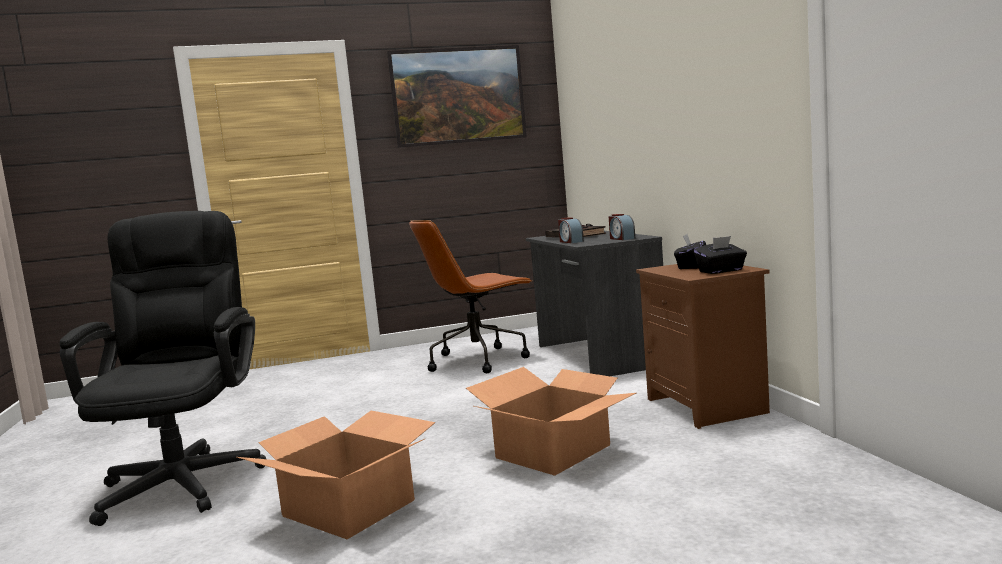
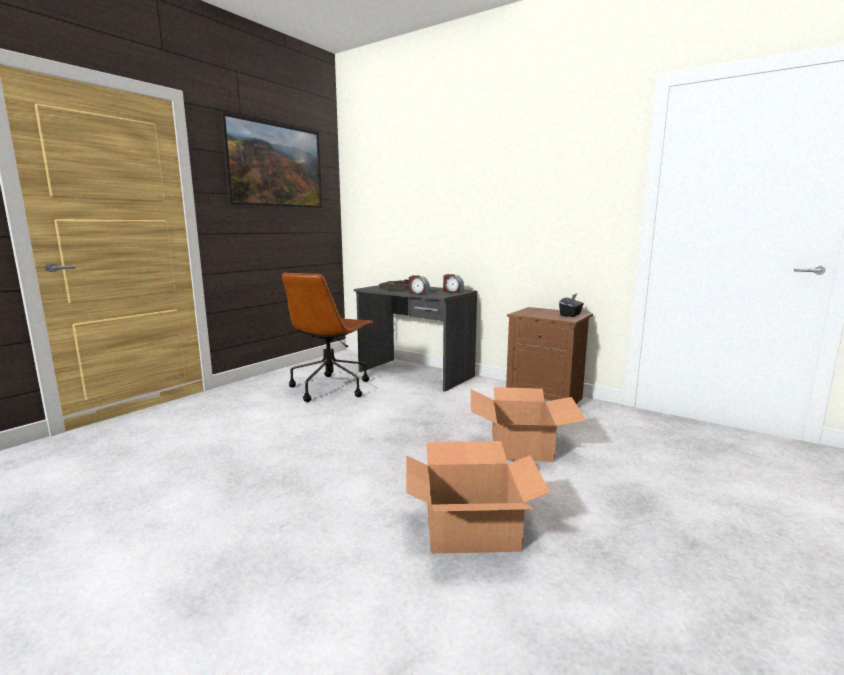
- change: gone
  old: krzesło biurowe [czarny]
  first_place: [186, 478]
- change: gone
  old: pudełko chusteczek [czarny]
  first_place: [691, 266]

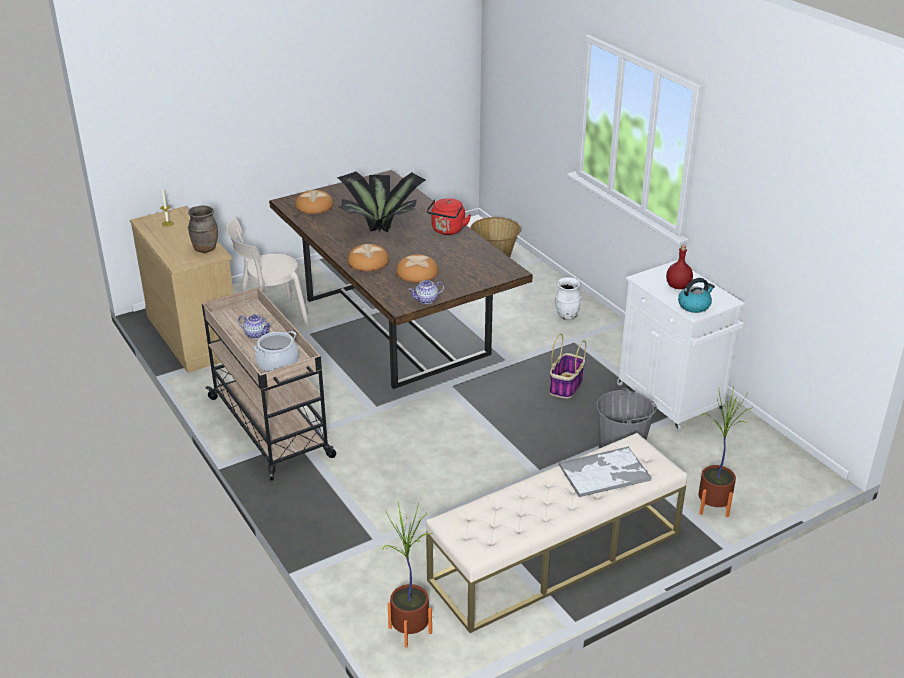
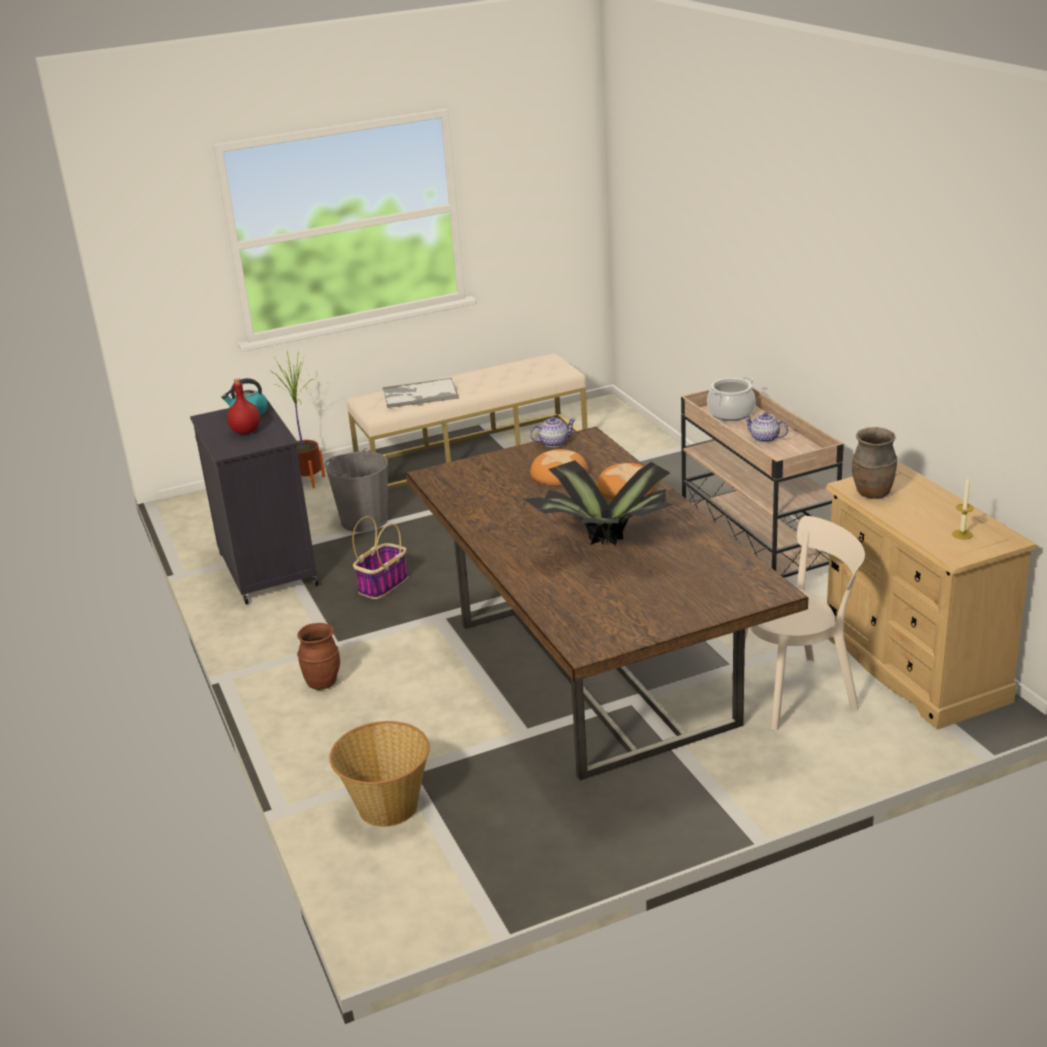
- change: gone
  old: chleb
  first_place: [314, 206]
- change: gone
  old: roślina doniczkowa
  first_place: [410, 630]
- change: gone
  old: czajnik [czerwony]
  first_place: [447, 231]
- change: repainted
  old: wazon [biały]
  new: wazon [brązowy]
  first_place: [567, 316]
  second_place: [322, 682]
- change: repainted
  old: szafka [biały]
  new: szafka [czarny]
  first_place: [671, 399]
  second_place: [266, 568]

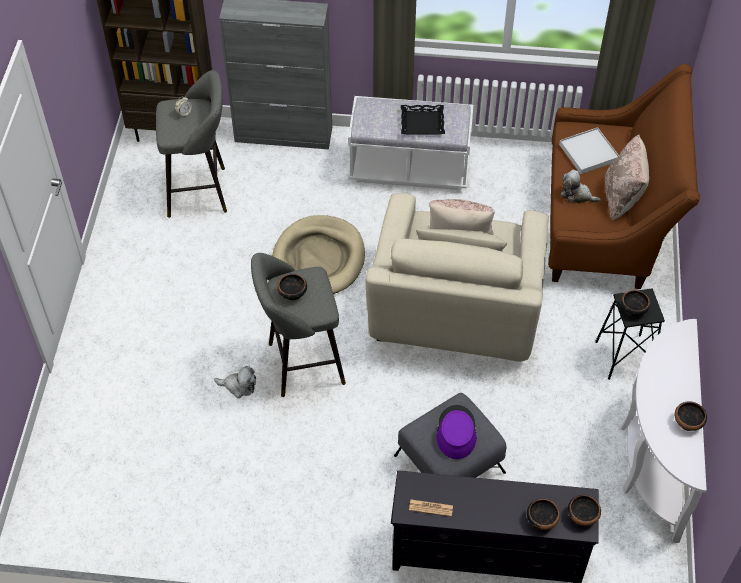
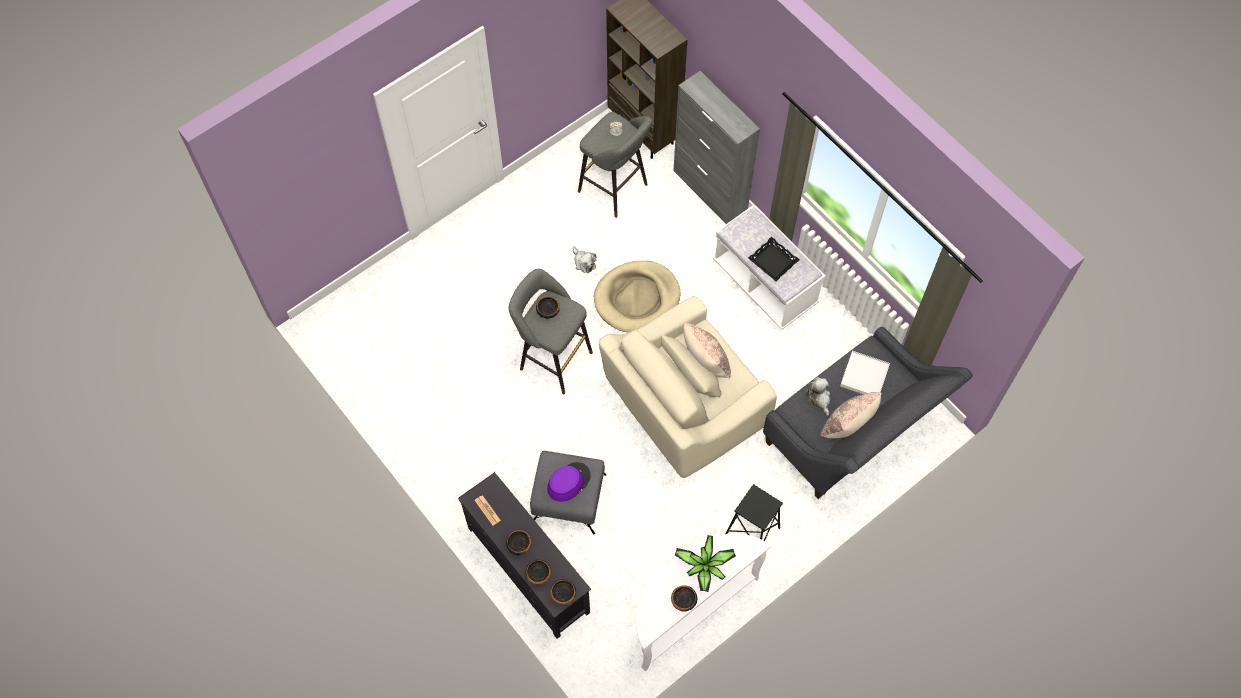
- change: shifted
  old: pluszak
  first_place: [239, 386]
  second_place: [584, 262]
- change: repainted
  old: kanapa [brązowy]
  new: kanapa [szary]
  first_place: [606, 221]
  second_place: [853, 434]
- change: shifted
  old: miska
  first_place: [633, 309]
  second_place: [519, 545]
- change: new
  new: roślina doniczkowa
  second_place: [705, 567]

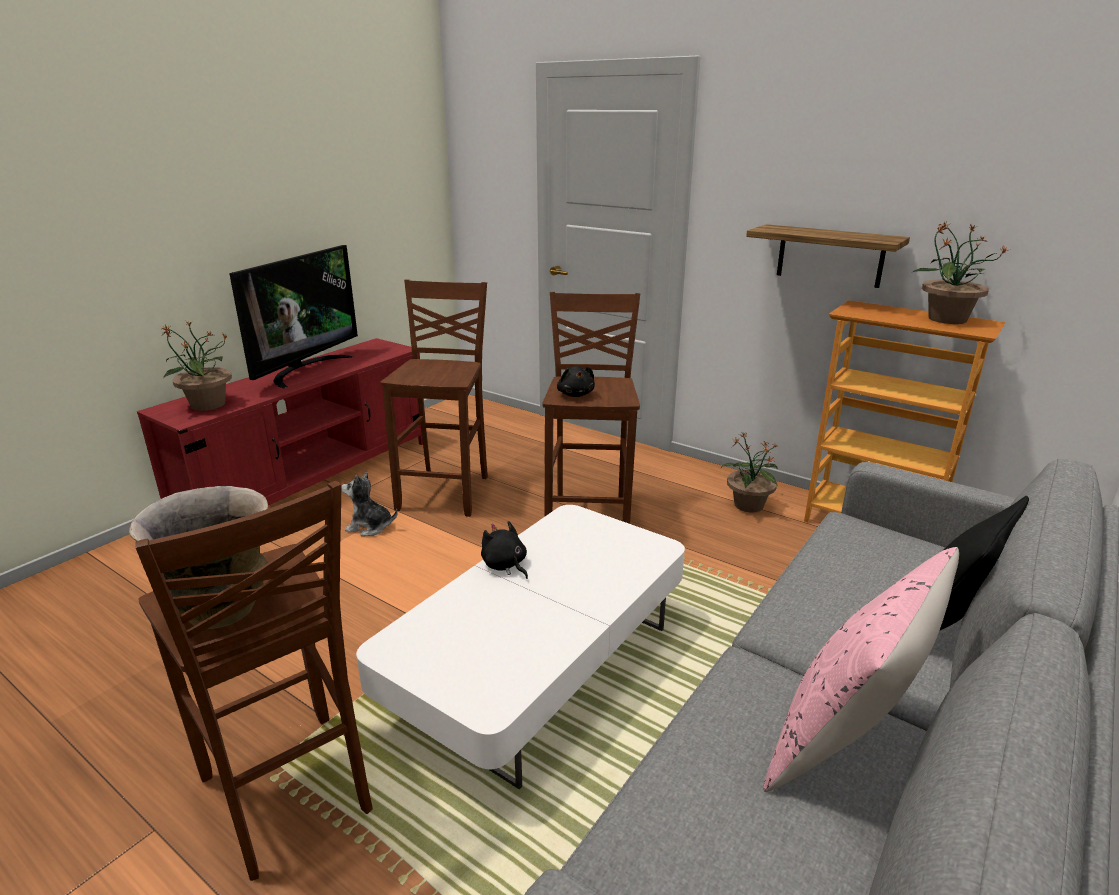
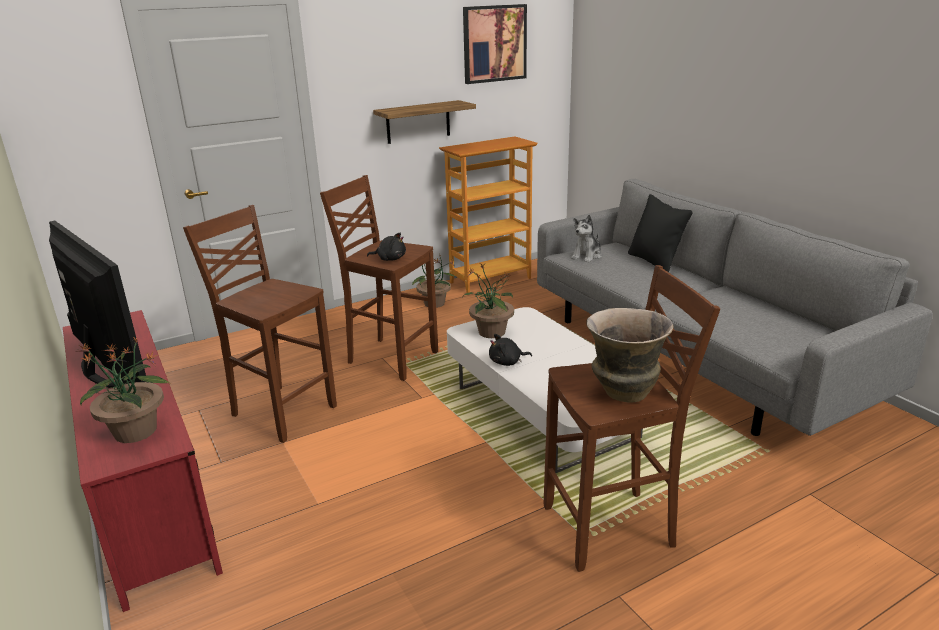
- change: shifted
  old: pluszak
  first_place: [370, 527]
  second_place: [587, 256]
- change: gone
  old: poduszka [różowy]
  first_place: [845, 740]
- change: shifted
  old: roślina doniczkowa
  first_place: [945, 319]
  second_place: [491, 332]
- change: new
  new: obraz
  second_place: [494, 43]

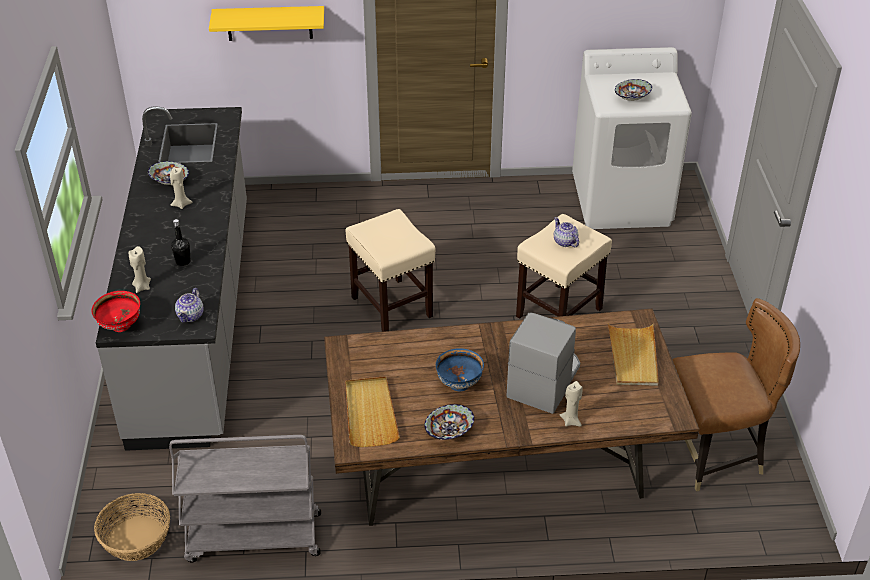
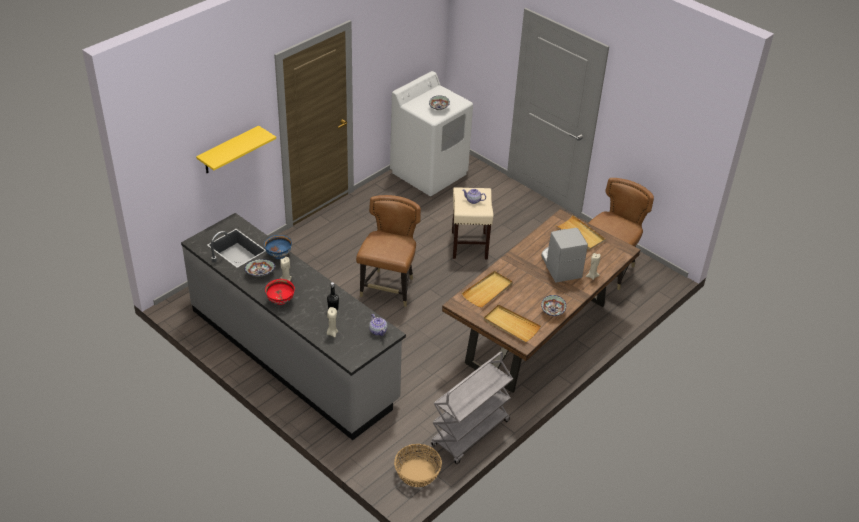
- change: shifted
  old: miska [czerwony]
  first_place: [120, 326]
  second_place: [281, 301]
- change: swapped
  old: stołek [beżowy]
  new: krzesło [brązowy]
  first_place: [392, 307]
  second_place: [389, 288]
- change: shifted
  old: miska [niebieski]
  first_place: [458, 384]
  second_place: [278, 255]
- change: new
  new: taca [beżowy]
  second_place: [488, 290]

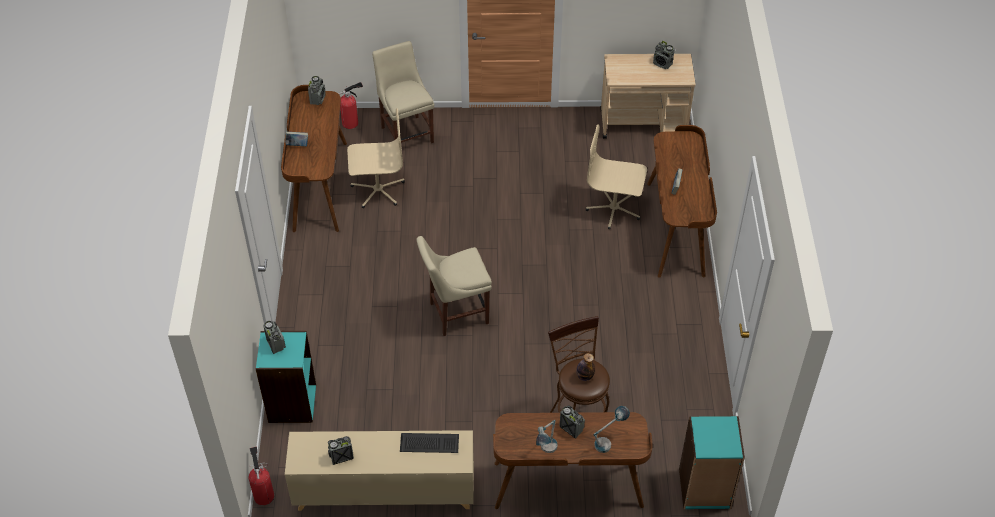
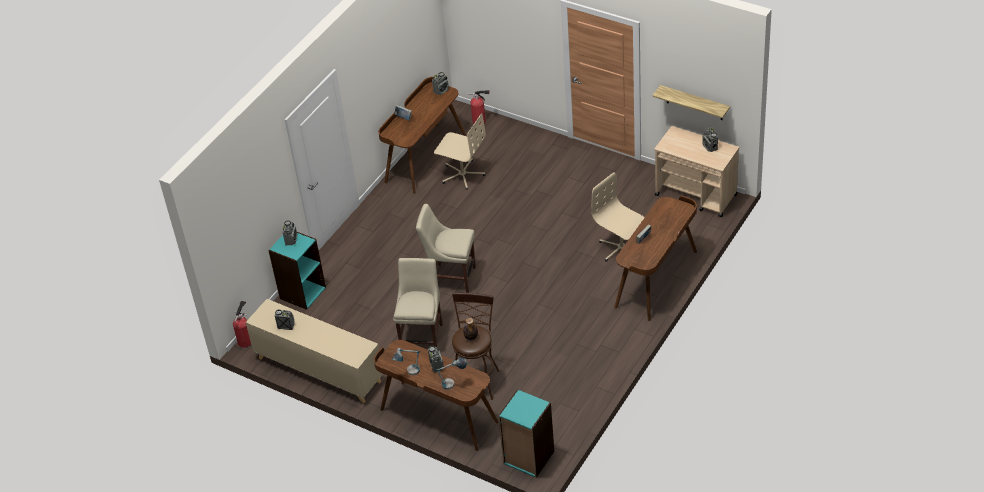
- change: shifted
  old: krzesło [beżowy]
  first_place: [406, 133]
  second_place: [422, 336]
- change: gone
  old: klawiatura
  first_place: [428, 444]
- change: new
  new: półka
  second_place: [694, 103]

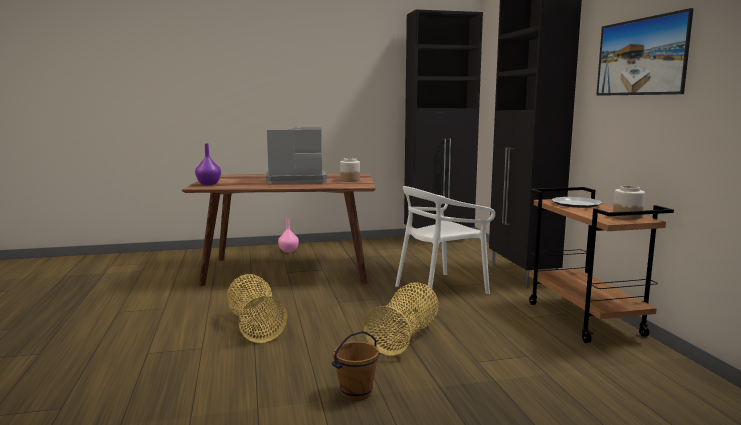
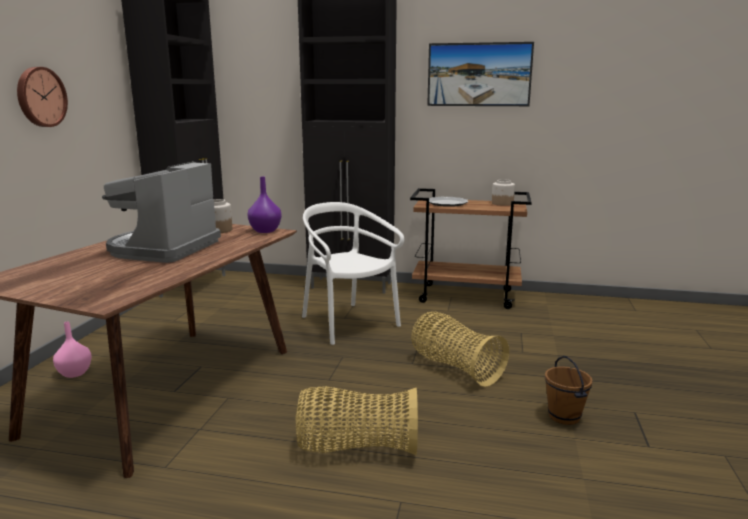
- change: shifted
  old: wazon [fioletowy]
  first_place: [209, 184]
  second_place: [266, 230]
- change: rotated
  old: krzesło [biały]
  first_place: [440, 289]
  second_place: [348, 323]
  degrees: 150
- change: new
  new: zegar ścienny
  second_place: [40, 97]

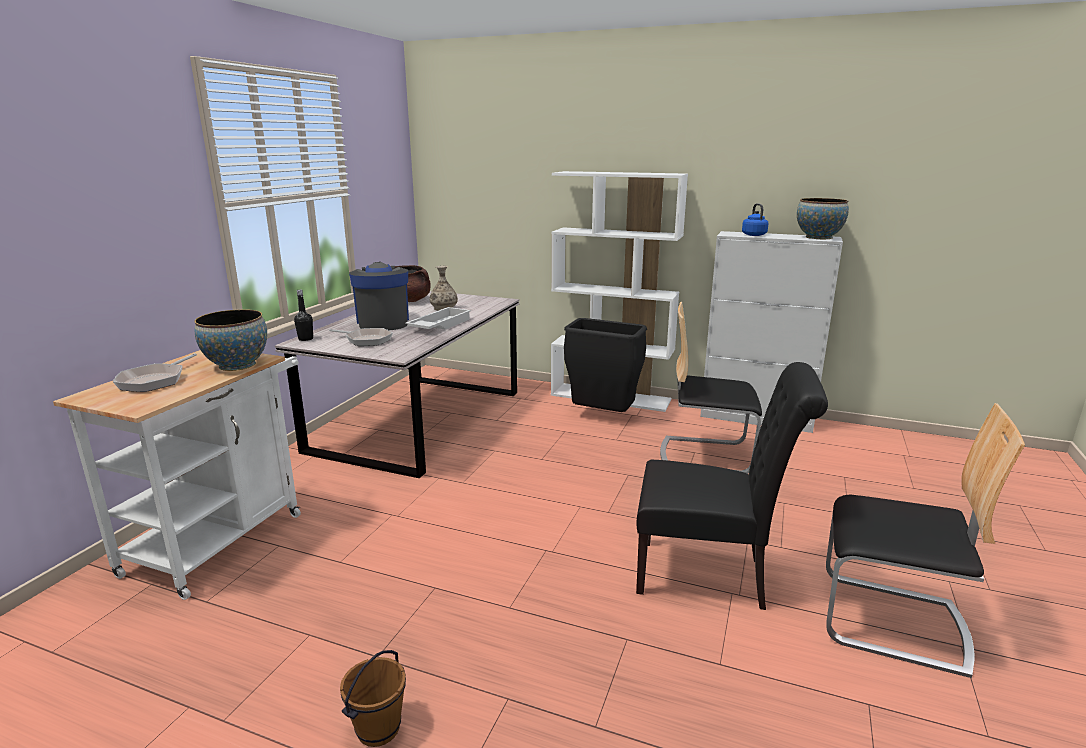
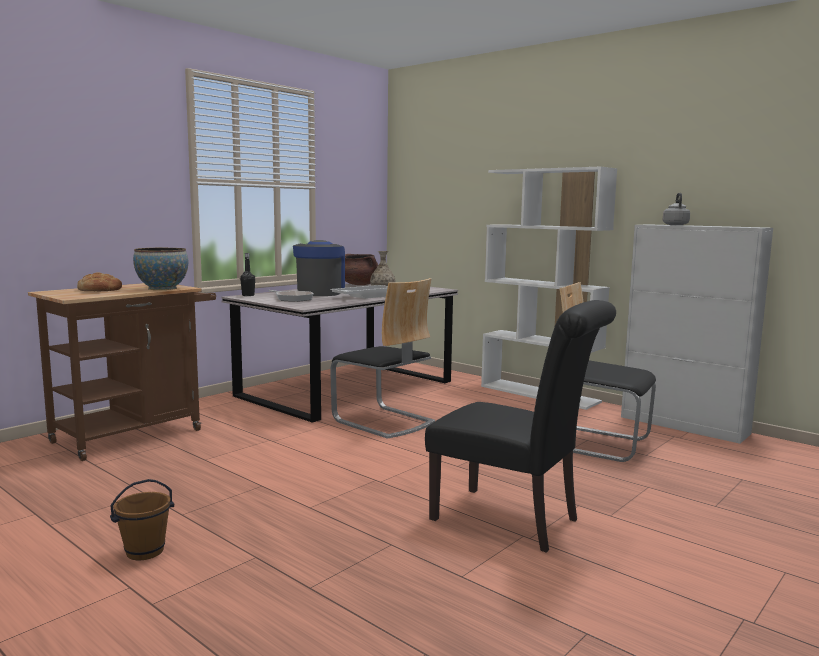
- change: repainted
  old: wózek [biały]
  new: wózek [brązowy]
  first_place: [222, 537]
  second_place: [135, 434]
- change: swapped
  old: patelnia
  new: chleb
  first_place: [155, 380]
  second_place: [100, 290]
- change: gone
  old: kosz na śmieci [czarny]
  first_place: [602, 417]
- change: repainted
  old: czajnik [niebieski]
  new: czajnik [szary]
  first_place: [753, 235]
  second_place: [675, 225]
- change: gone
  old: miska
  first_place: [818, 237]
- change: shifted
  old: krzesło
  first_place: [891, 622]
  second_place: [383, 421]

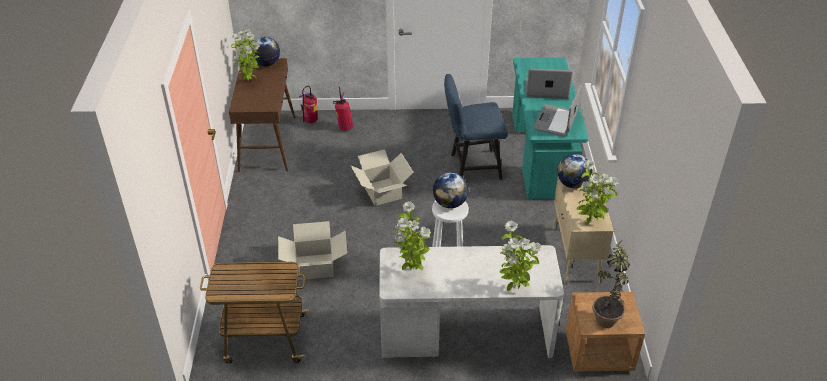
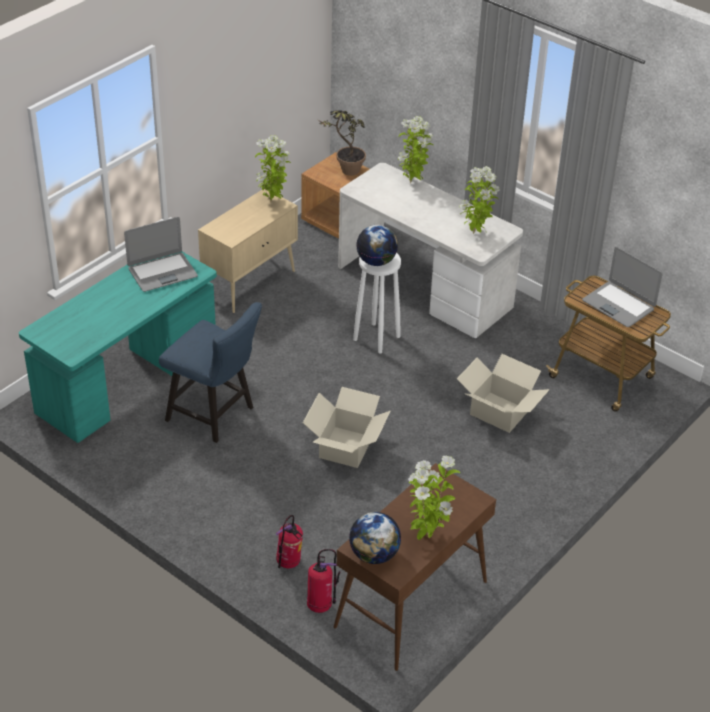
- change: shifted
  old: laptop
  first_place: [546, 90]
  second_place: [618, 305]
- change: gone
  old: globus
  first_place: [572, 184]

